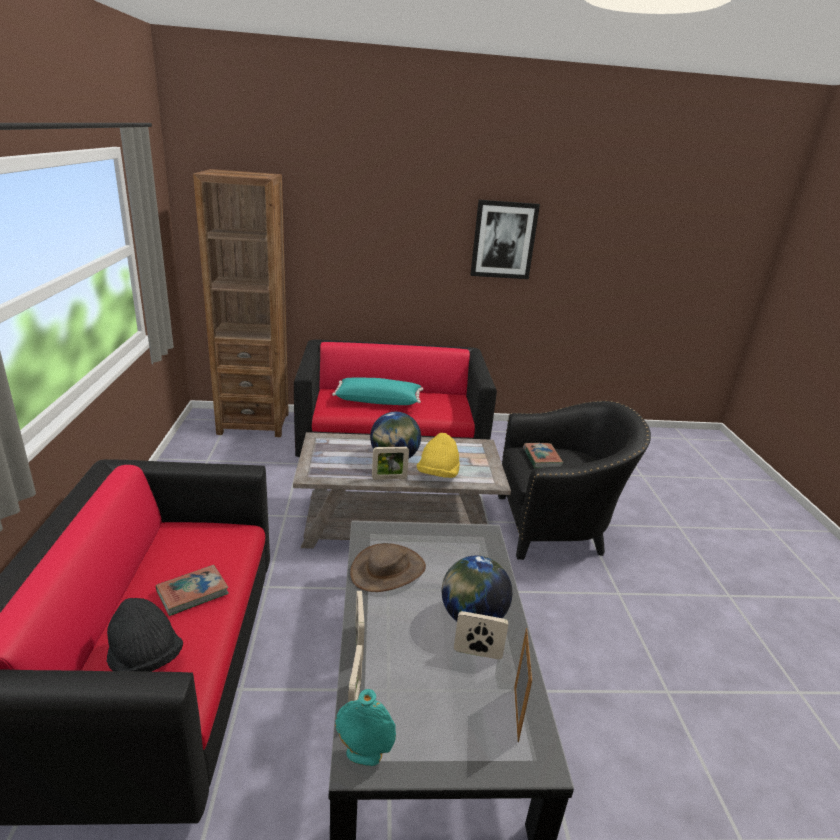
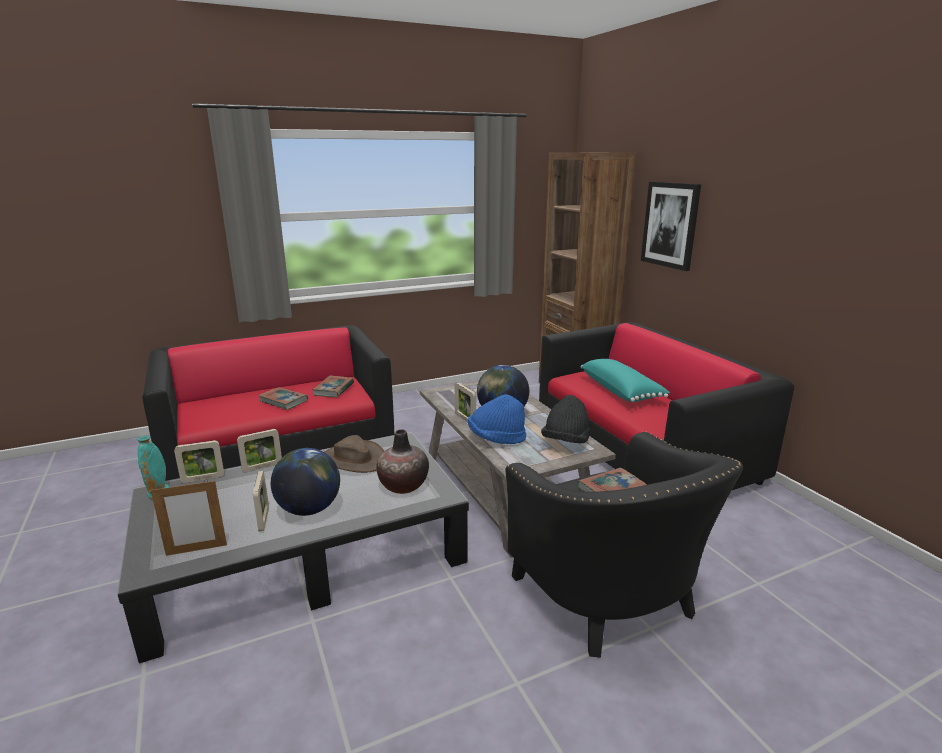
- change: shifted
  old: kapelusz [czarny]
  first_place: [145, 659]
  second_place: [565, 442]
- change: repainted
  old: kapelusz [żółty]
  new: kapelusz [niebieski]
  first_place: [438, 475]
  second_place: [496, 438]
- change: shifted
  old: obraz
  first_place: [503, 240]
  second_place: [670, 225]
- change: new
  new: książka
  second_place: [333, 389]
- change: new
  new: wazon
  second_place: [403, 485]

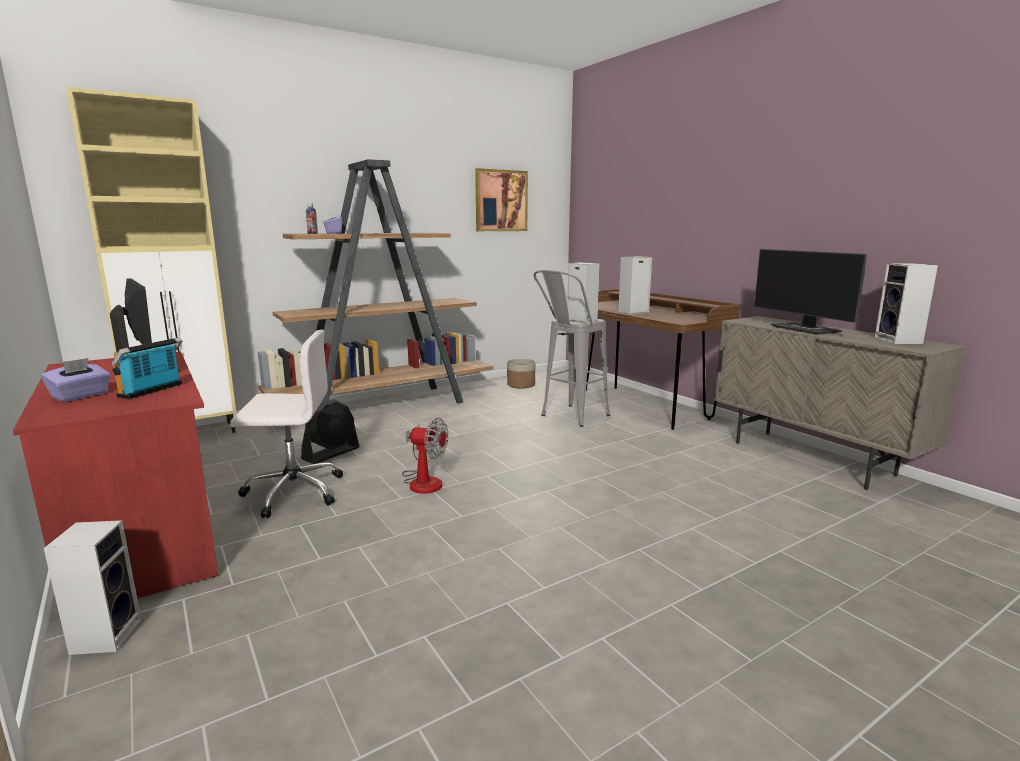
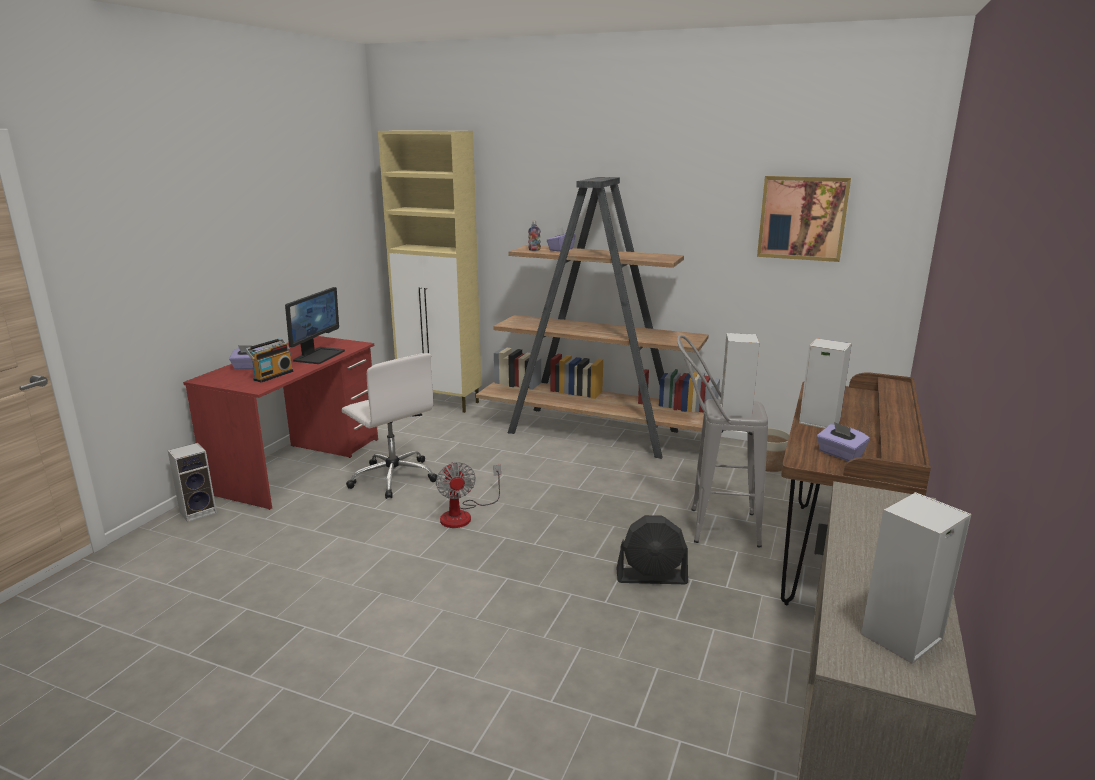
- change: rotated
  old: radio
  first_place: [153, 390]
  second_place: [272, 375]
  degrees: 135
- change: shifted
  old: wentylator [czarny]
  first_place: [331, 453]
  second_place: [652, 577]
- change: gone
  old: monitor
  first_place: [806, 329]
- change: new
  new: pudełko chusteczek [fioletowy]
  second_place: [840, 454]

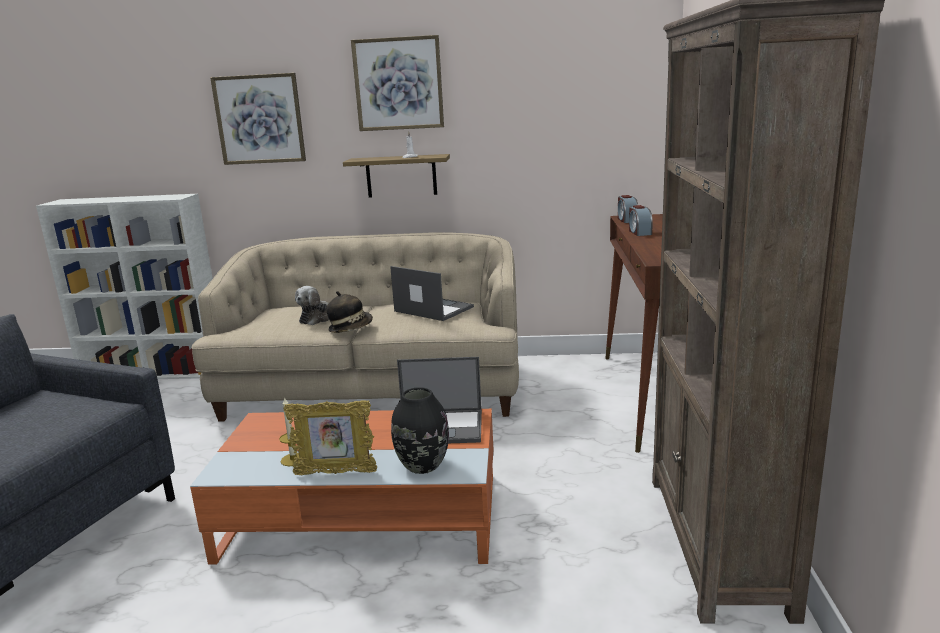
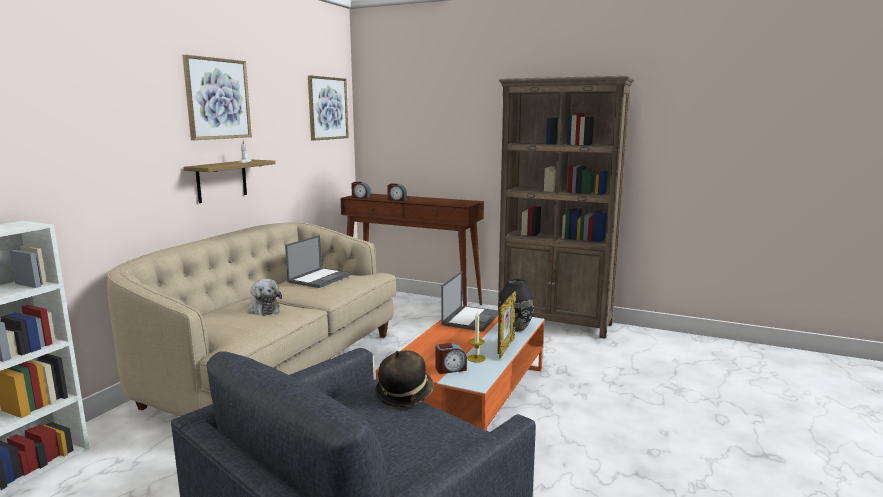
- change: shifted
  old: obraz
  first_place: [259, 119]
  second_place: [327, 108]
- change: shifted
  old: kapelusz
  first_place: [351, 328]
  second_place: [404, 394]
- change: rotated
  old: laptop
  first_place: [432, 309]
  second_place: [320, 278]
  degrees: 150
- change: new
  new: budzik
  second_place: [450, 369]

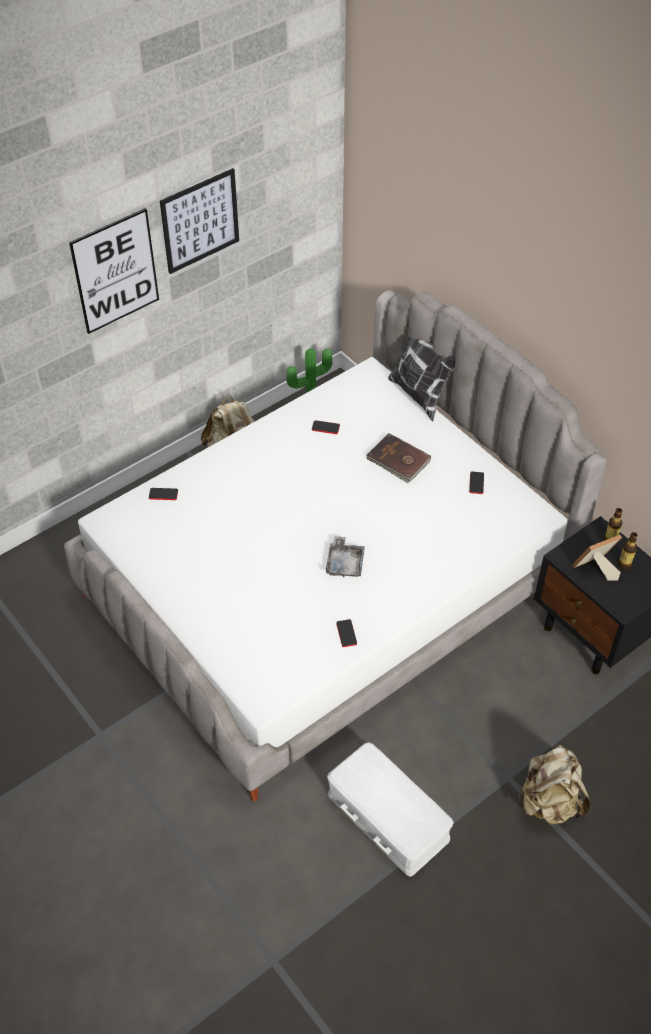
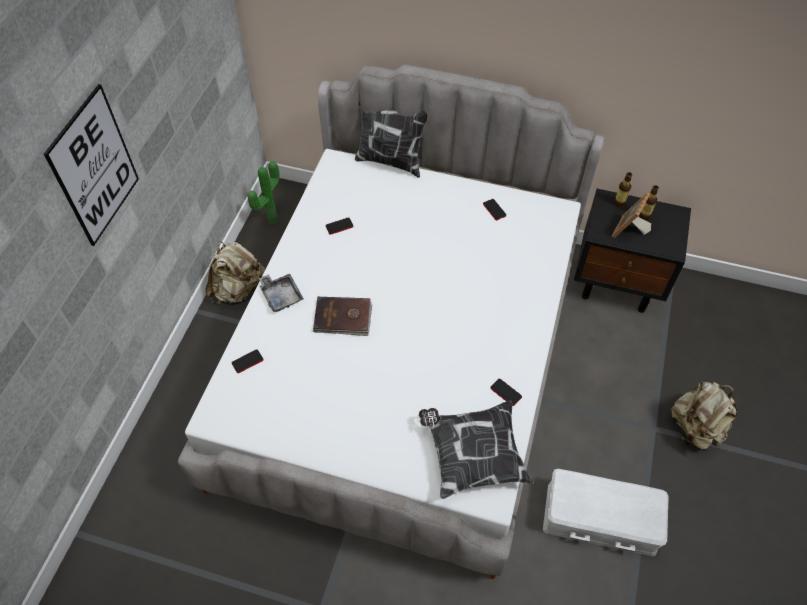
- change: gone
  old: obraz
  first_place: [200, 221]
- change: shifted
  old: taca [szary]
  first_place: [345, 563]
  second_place: [281, 296]
- change: shifted
  old: książka [brązowy]
  first_place: [398, 460]
  second_place: [343, 318]
- change: new
  new: poduszka
  second_place: [472, 455]

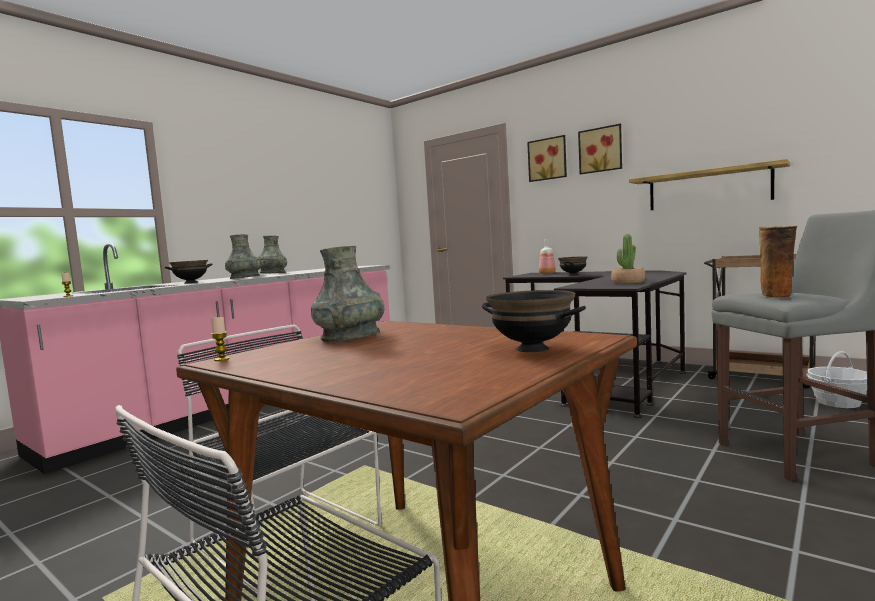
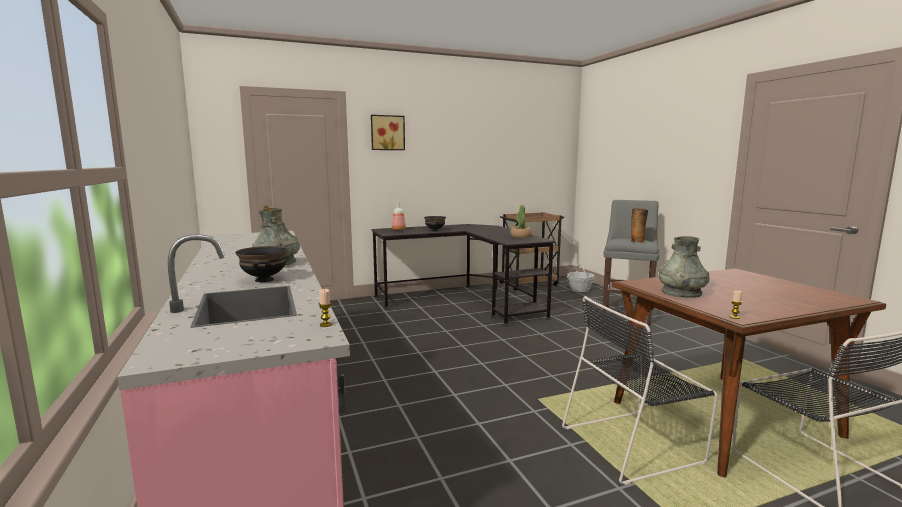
- change: gone
  old: wazon [szary]
  first_place: [272, 273]
- change: gone
  old: miska [czarny]
  first_place: [531, 349]
- change: gone
  old: obraz
  first_place: [600, 150]
- change: gone
  old: półka
  first_place: [708, 188]

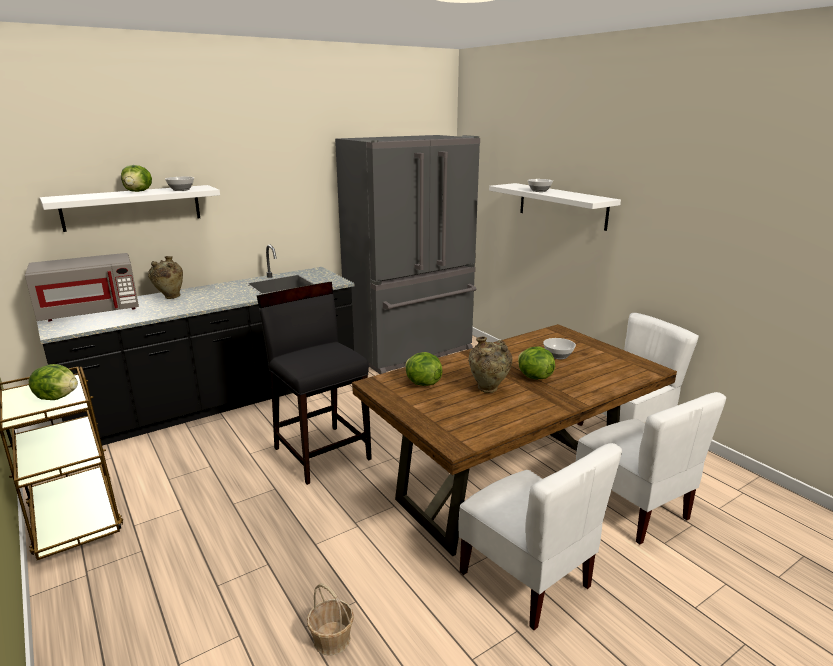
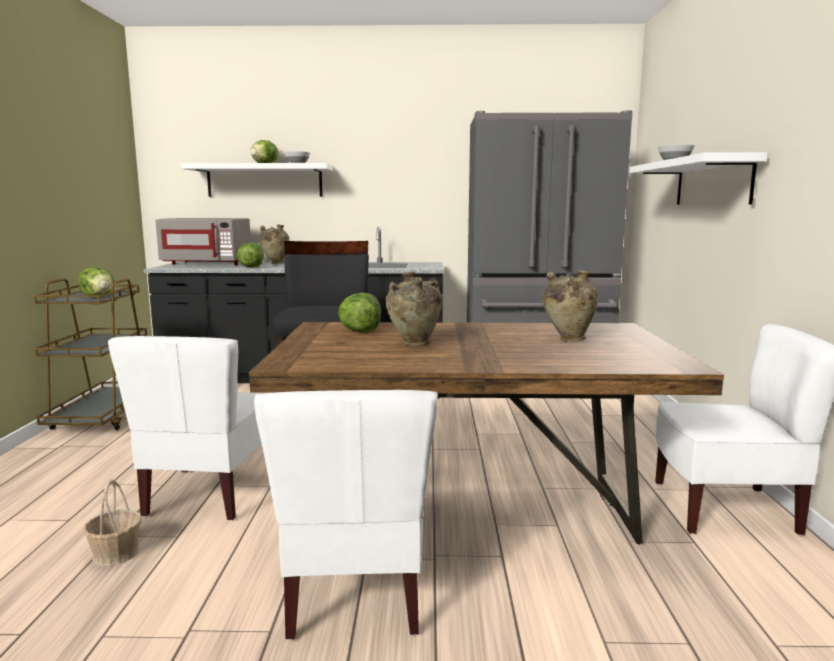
- change: shifted
  old: sałata
  first_place: [534, 377]
  second_place: [251, 267]
- change: swapped
  old: miska
  new: wazon [beżowy]
  first_place: [558, 356]
  second_place: [567, 339]
- change: shifted
  old: krzesło [biały]
  first_place: [632, 509]
  second_place: [209, 495]

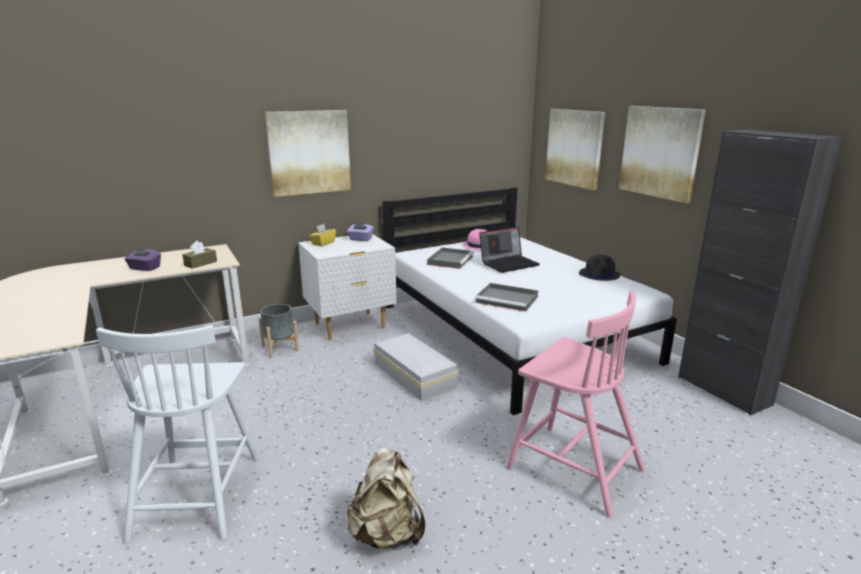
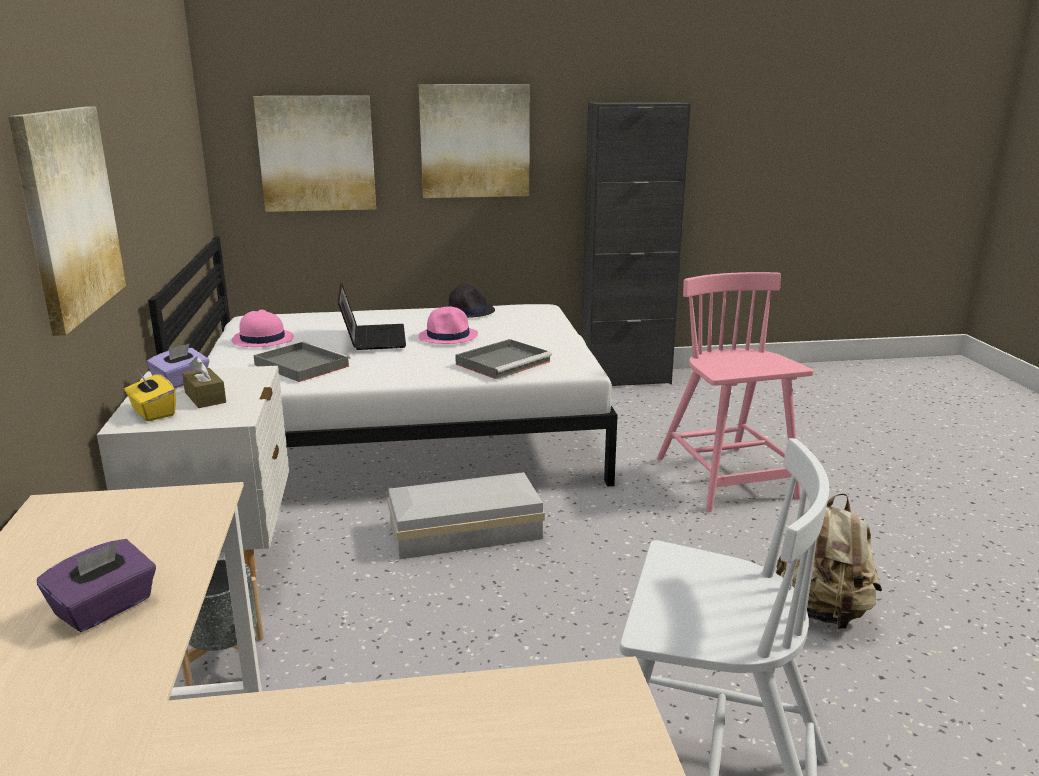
- change: shifted
  old: pudełko chusteczek [brązowy]
  first_place: [200, 263]
  second_place: [205, 397]
- change: rotated
  old: krzesło [różowy]
  first_place: [572, 467]
  second_place: [726, 479]
  degrees: -75
- change: new
  new: kapelusz [różowy]
  second_place: [448, 336]

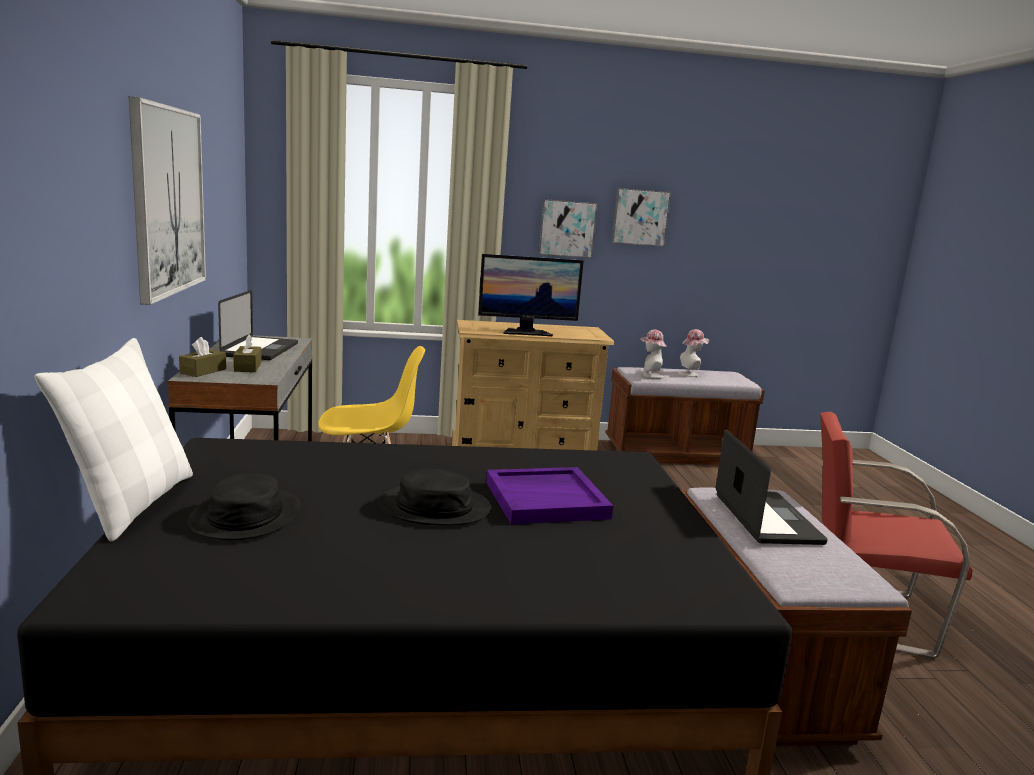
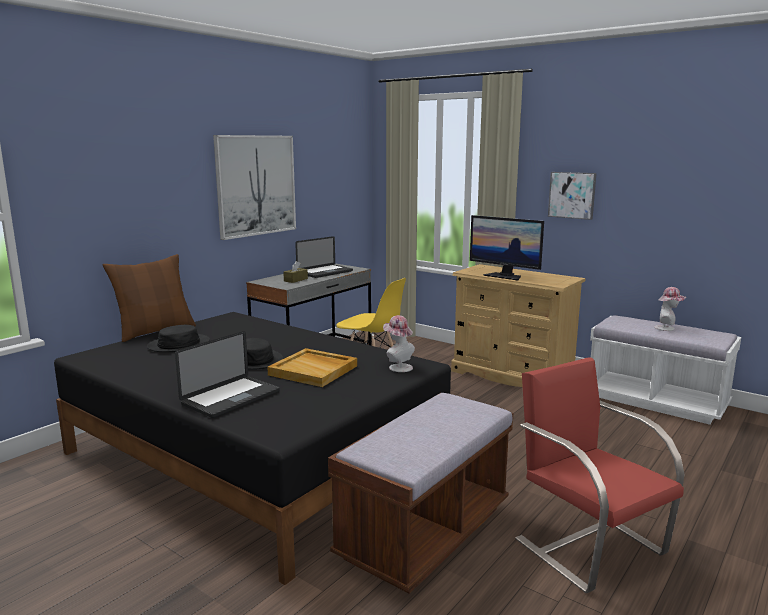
- change: repainted
  old: poduszka [biały]
  new: poduszka [brązowy]
  first_place: [131, 504]
  second_place: [155, 331]
- change: gone
  old: pudełko chusteczek [brązowy]
  first_place: [203, 371]
- change: repainted
  old: taca [fioletowy]
  new: taca [beżowy]
  first_place: [546, 499]
  second_place: [314, 370]
- change: repainted
  old: ławka [brązowy]
  new: ławka [biały]
  first_place: [676, 454]
  second_place: [656, 401]
- change: gone
  old: obraz
  first_place: [640, 217]
- change: shifted
  old: kapelusz
  first_place: [650, 375]
  second_place: [398, 367]
- change: shifted
  old: laptop
  first_place: [766, 519]
  second_place: [231, 398]

